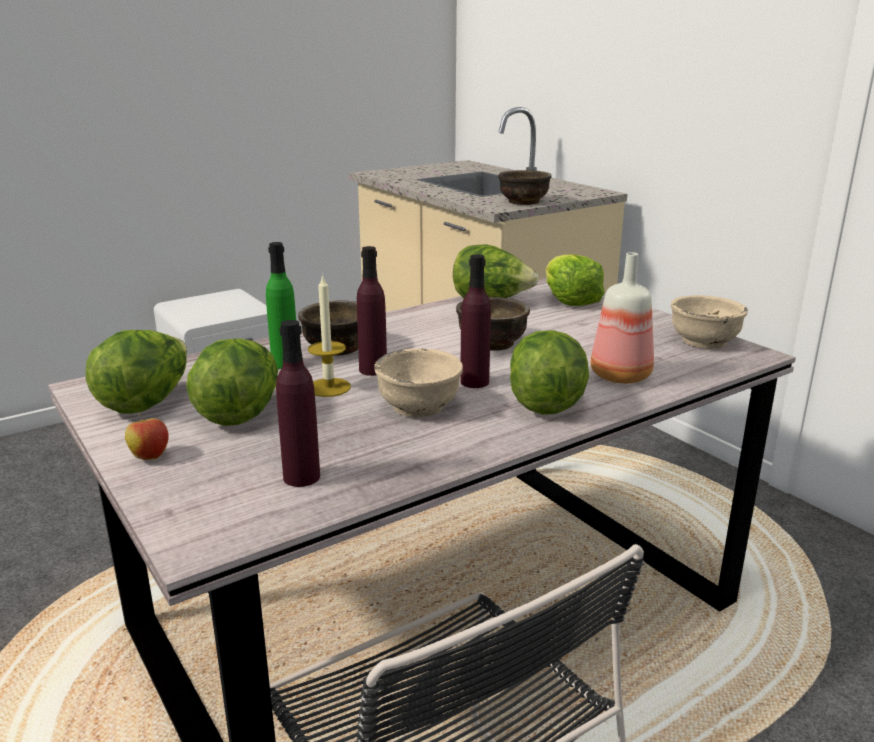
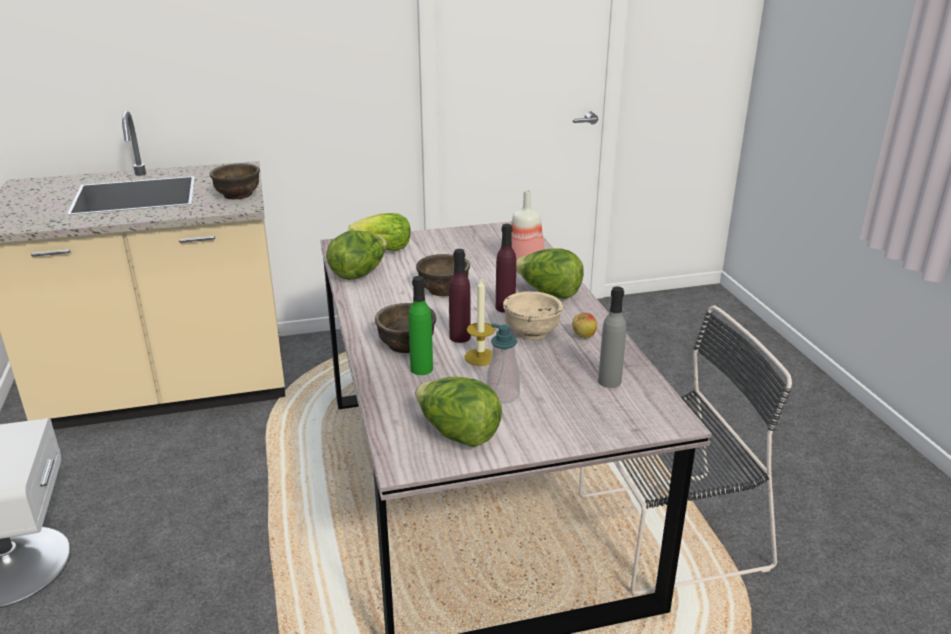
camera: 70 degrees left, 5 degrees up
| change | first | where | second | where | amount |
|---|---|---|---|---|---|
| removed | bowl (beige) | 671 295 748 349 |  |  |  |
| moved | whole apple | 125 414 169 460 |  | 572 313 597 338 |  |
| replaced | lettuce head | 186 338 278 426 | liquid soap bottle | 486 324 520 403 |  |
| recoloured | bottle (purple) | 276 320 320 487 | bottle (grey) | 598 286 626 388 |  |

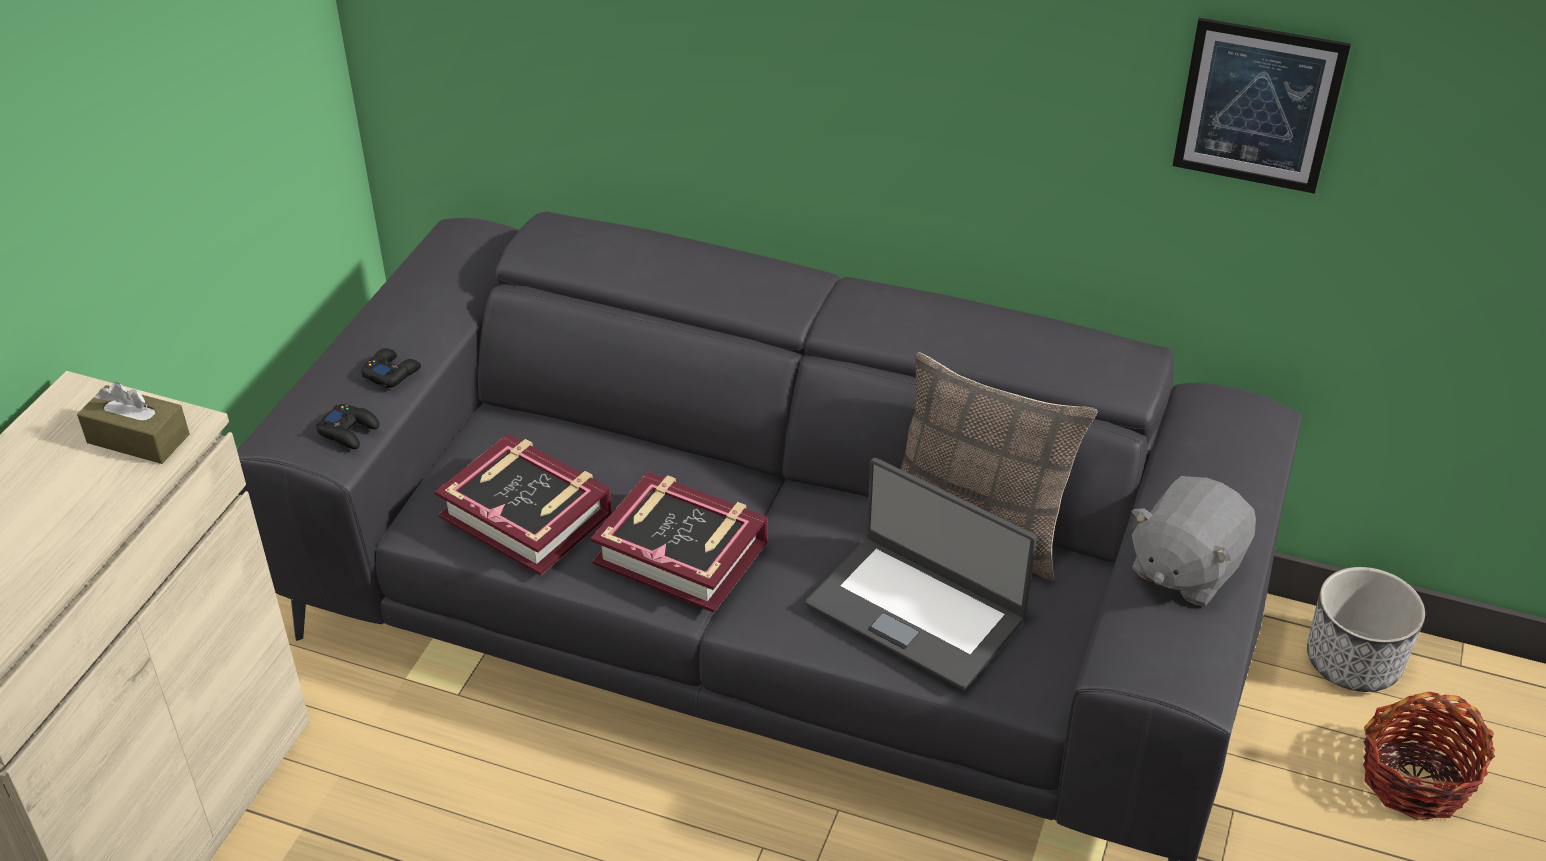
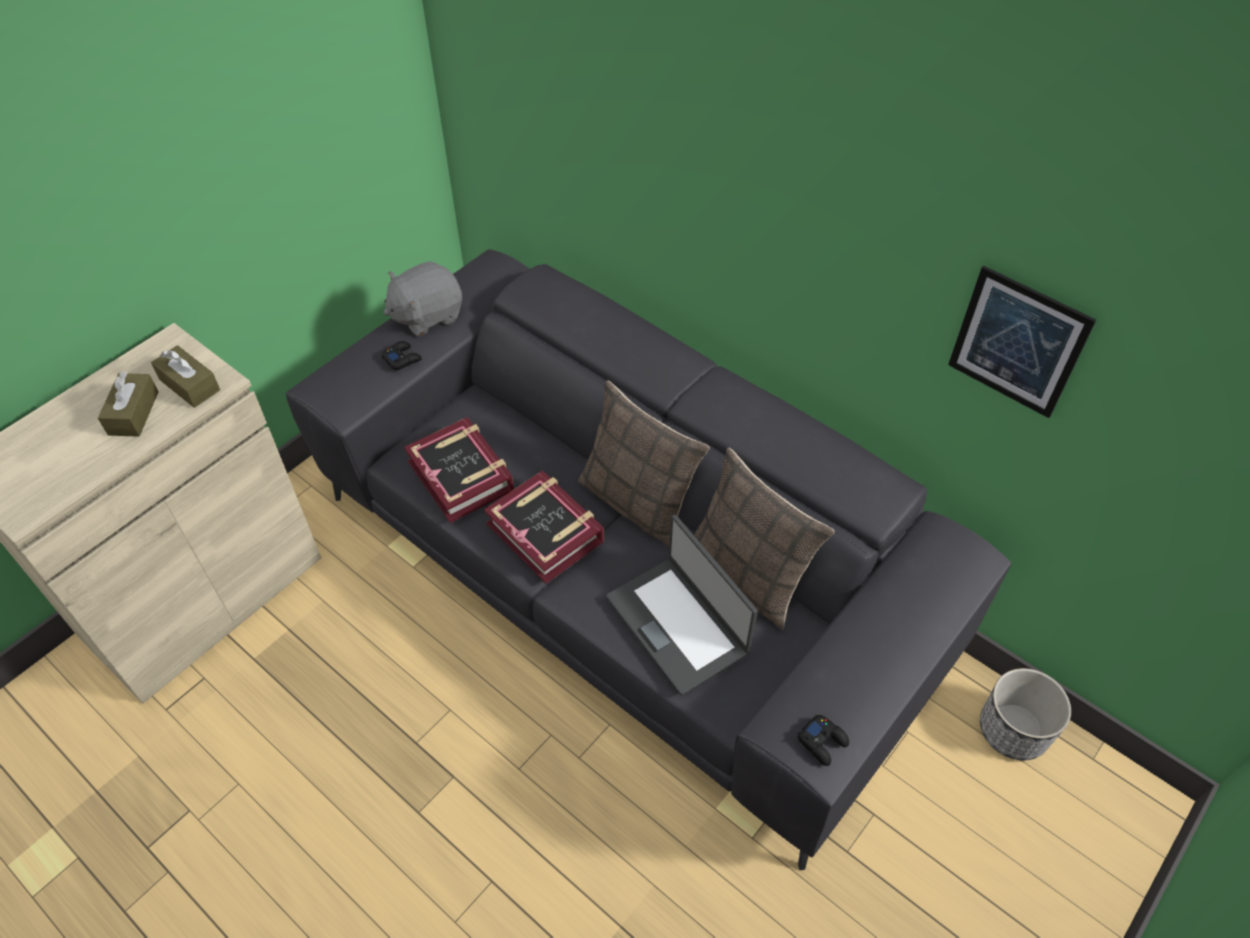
camera: 20 degrees right, 10 degrees up
| change | first | where | second | where | amount |
|---|---|---|---|---|---|
| removed | basket | 1363 692 1495 820 |  |  |  |
| added |  |  | box of tissues (brown) | 98 372 159 437 |  |
| added |  |  | cushion | 578 380 710 547 |  |
| moved | gamepad (black) | 316 404 379 449 |  | 798 714 849 766 |  |
| moved | soft toy (grey) | 1131 476 1256 606 |  | 384 261 462 336 |  |

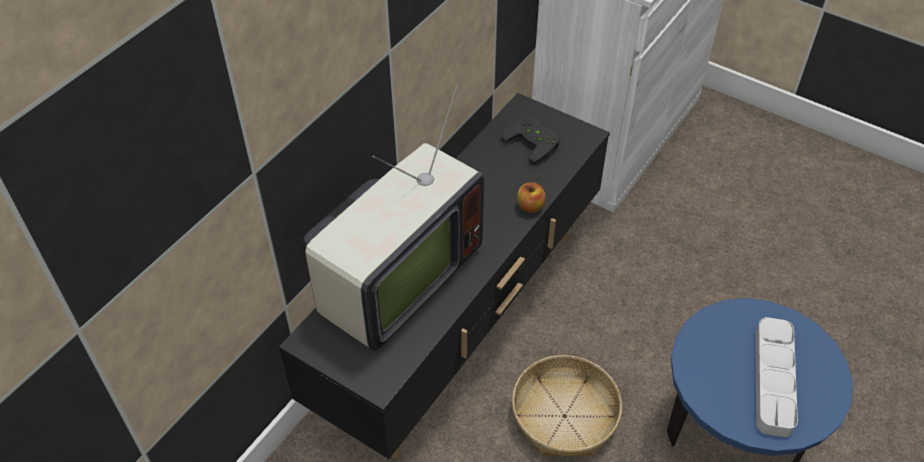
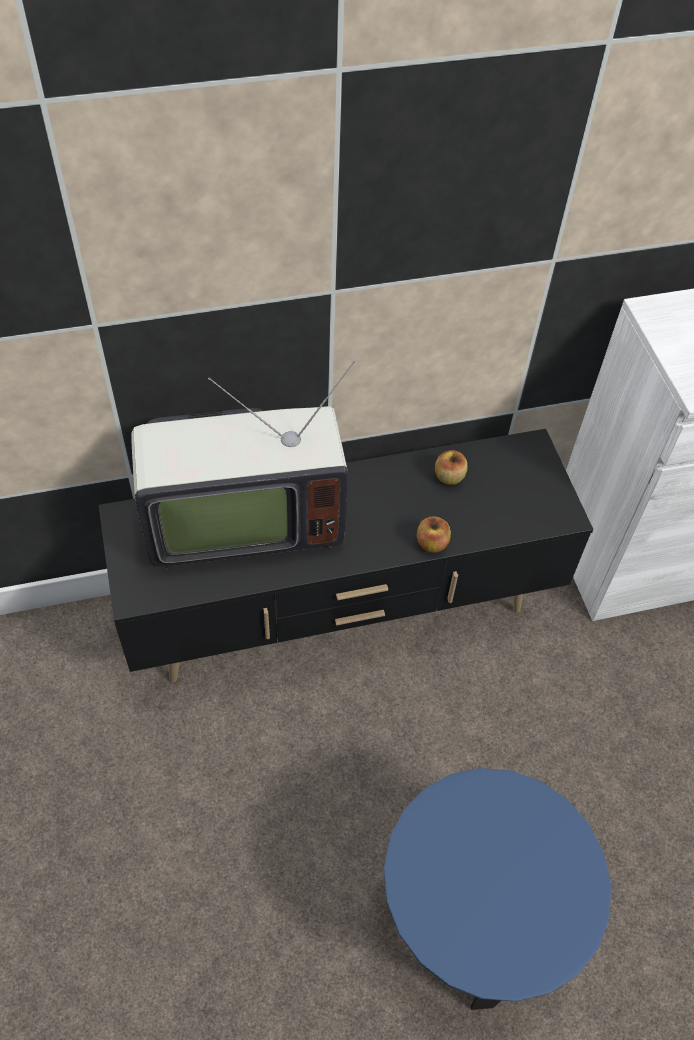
camera: 40 degrees right, 5 degrees up
| change | first | where | second | where | amount |
|---|---|---|---|---|---|
| removed | gamepad (black) | 501 117 560 164 |  |  |  |
| removed | basket | 512 355 622 456 |  |  |  |
| removed | carrying tray (grey) | 755 317 798 437 |  |  |  |
| added |  |  | whole apple | 435 450 468 485 |  |

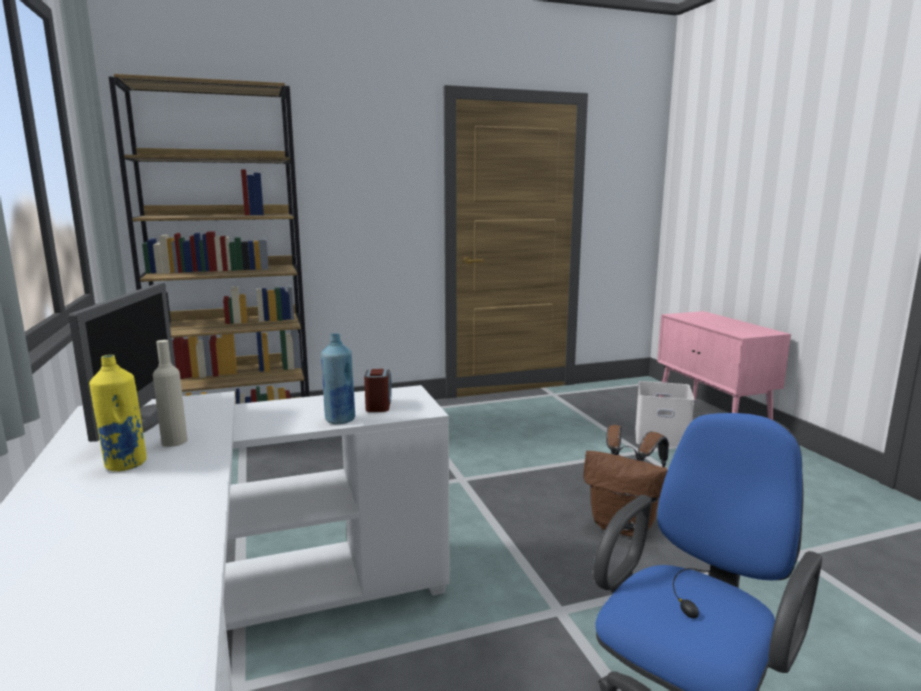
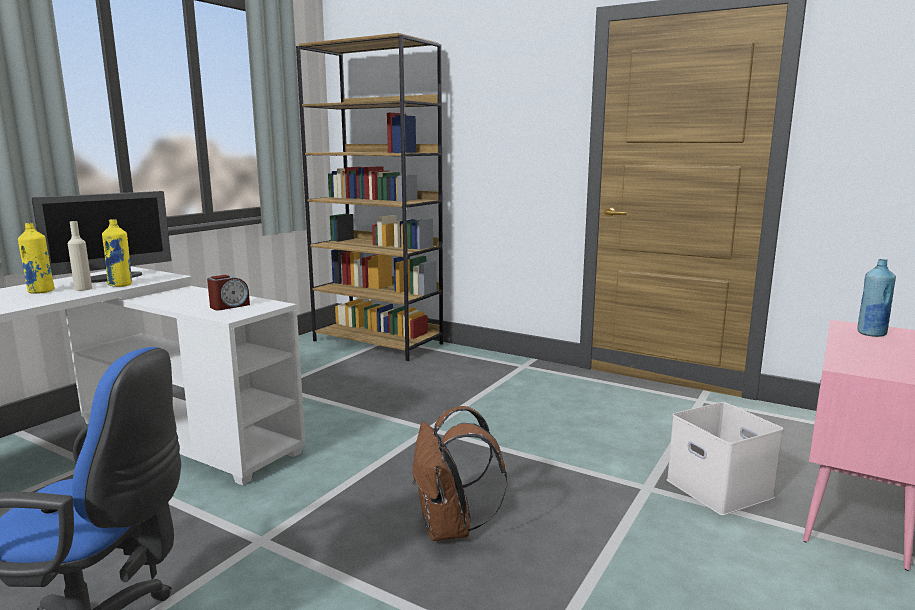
camera: 50 degrees right, 0 degrees up
| change | first | where | second | where | amount |
|---|---|---|---|---|---|
| added |  |  | bottle (yellow) | 102 219 132 287 |  |
| moved | bottle (blue-coloured) | 321 333 355 424 |  | 857 259 896 337 |  |

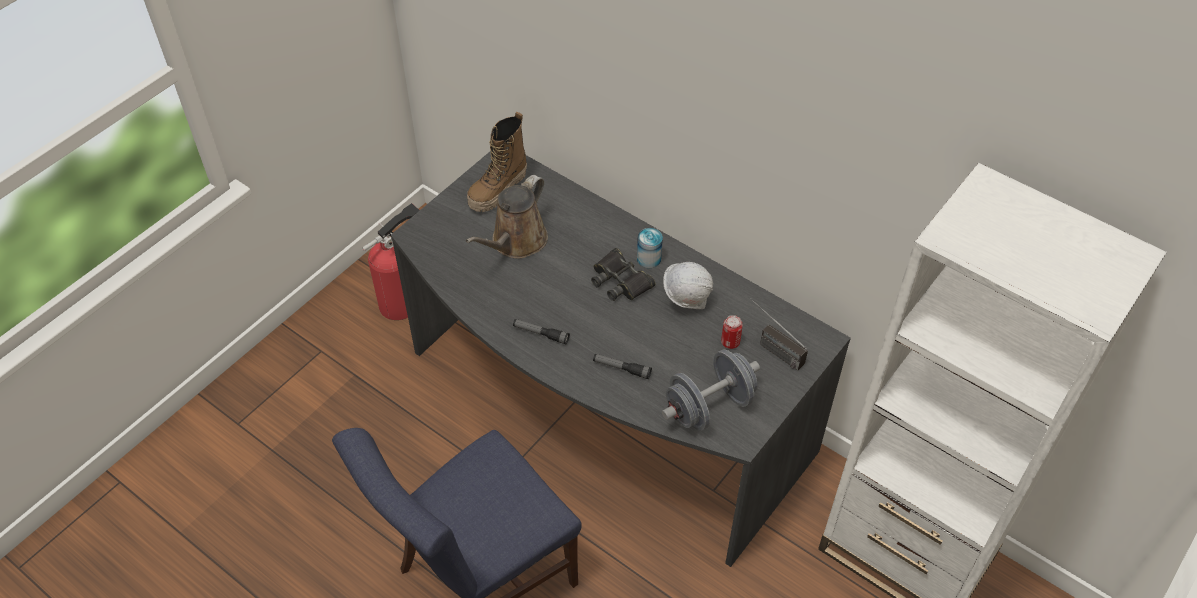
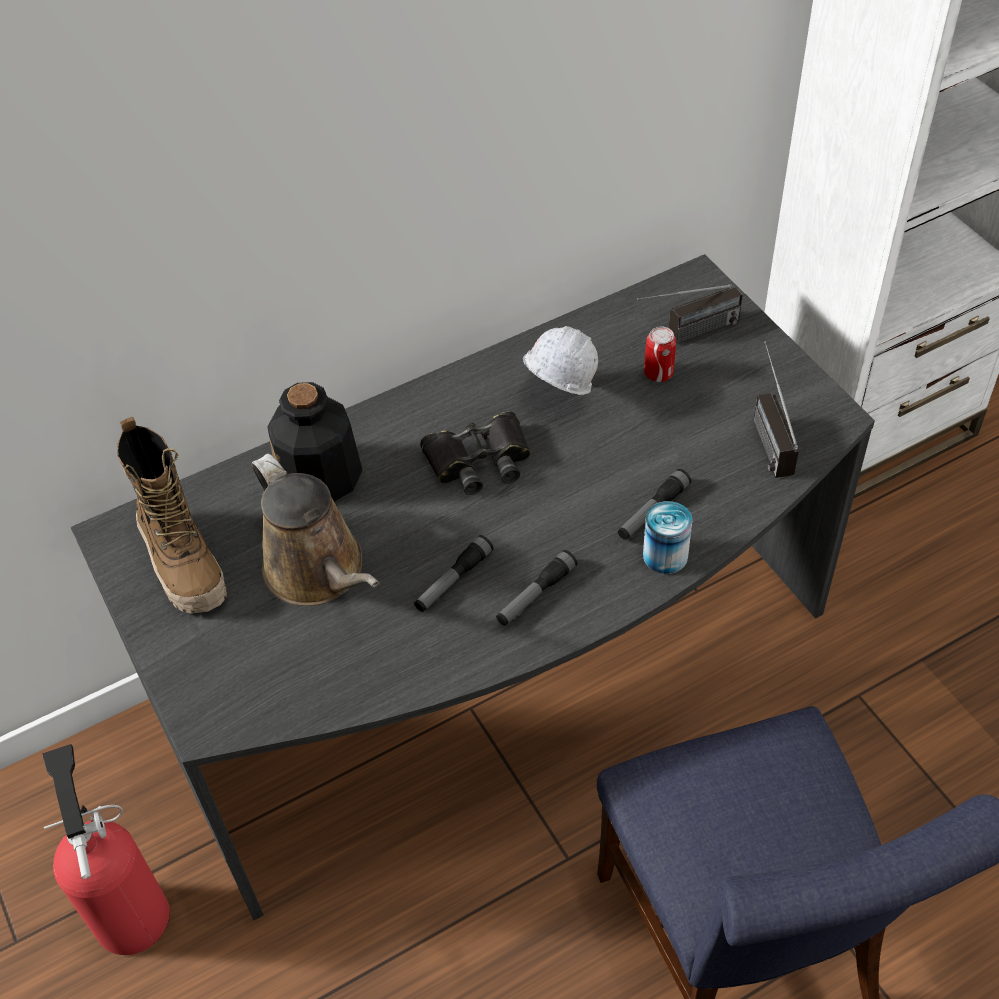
camera: 65 degrees left, 0 degrees up
| change | first | where | second | where | amount |
|---|---|---|---|---|---|
| added |  |  | bottle | 268 382 362 502 |  |
| added |  |  | torch | 414 535 493 612 |  |
| moved | can | 637 228 663 268 |  | 643 501 692 574 |  |
| replaced | hand weight (grey) | 662 349 760 431 | radio set | 753 341 799 478 |  |

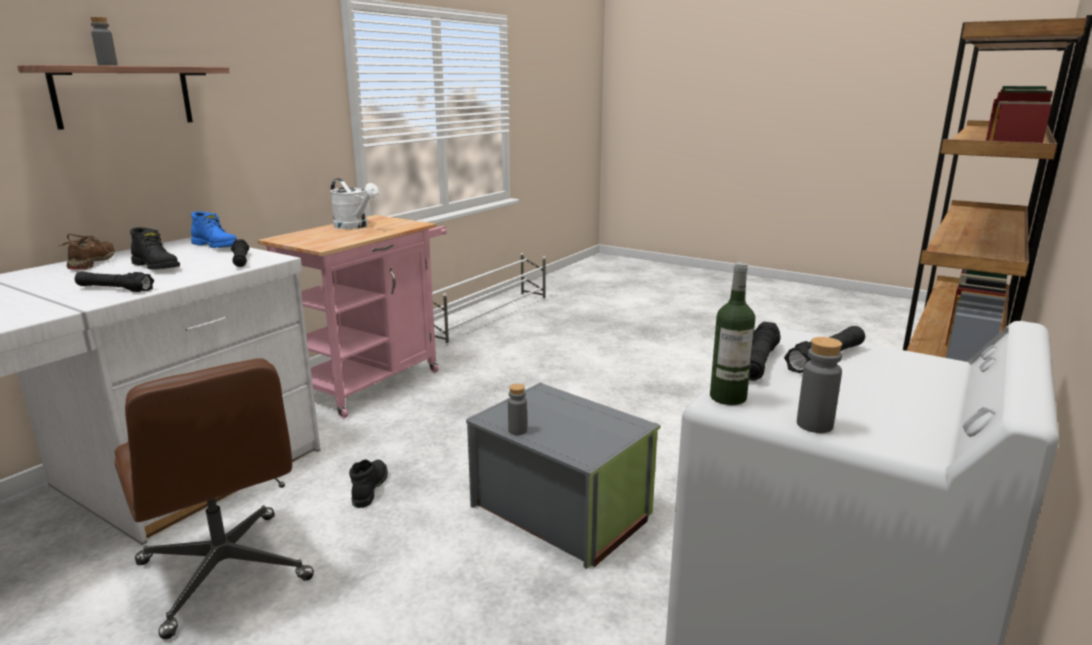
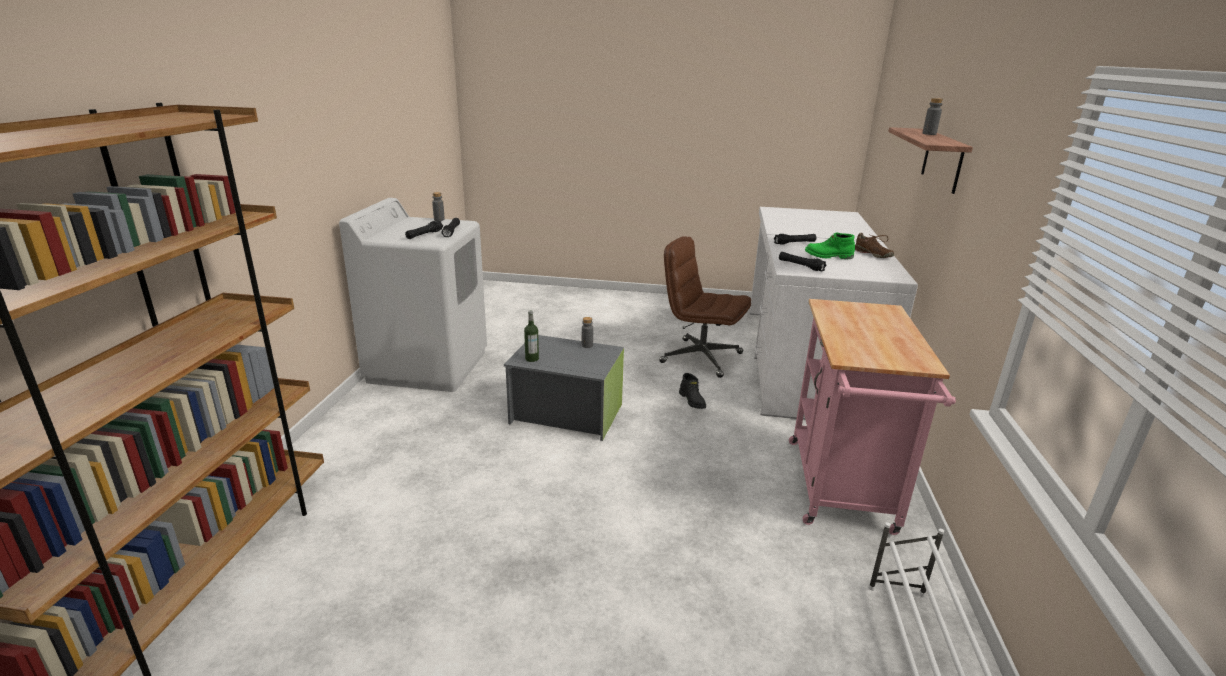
camera: 155 degrees right, 5 degrees up
| change | first | where | second | where | amount |
|---|---|---|---|---|---|
| removed | high-top boot (blue-coloured) | 191 211 237 248 |  |  |  |
| removed | sprinkling can (whitish) | 330 178 379 229 |  |  |  |
| moved | bottle | 710 263 755 405 |  | 524 311 539 362 |  |
| recoloured | high-top boot (black) | 130 227 180 269 | high-top boot (greenish) | 805 232 855 259 |  |

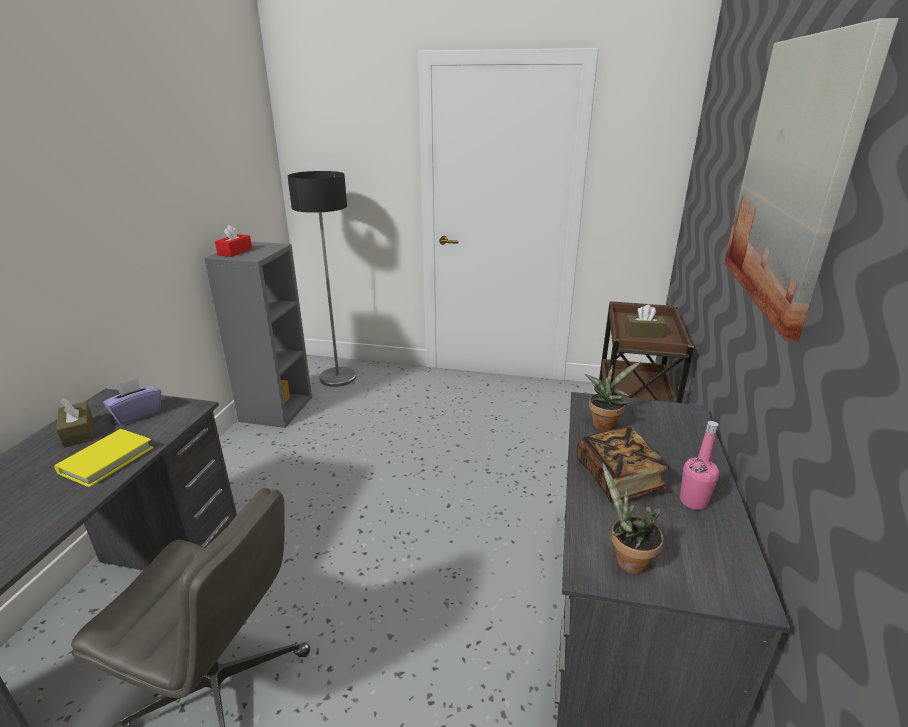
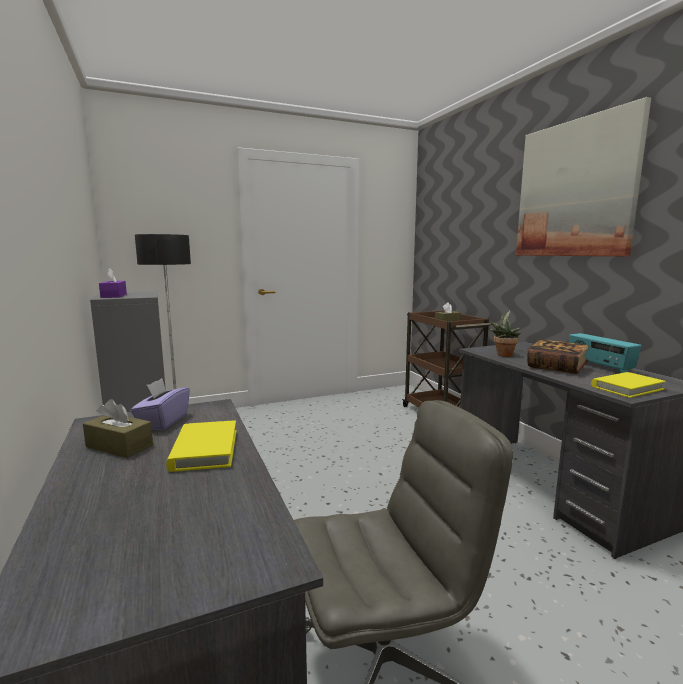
camera: 35 degrees left, 15 degrees down
| change | first | where | second | where | amount |
|---|---|---|---|---|---|
| replaced | houseplant | 603 463 664 574 | bound book (yellow) | 591 372 666 398 |  |
| replaced | bottle (pink-coloured) | 680 421 719 510 | radio set | 569 333 641 373 |  |
| recoloured | box of tissues (red) | 215 224 252 257 | box of tissues (purple) | 99 268 127 298 |  |

